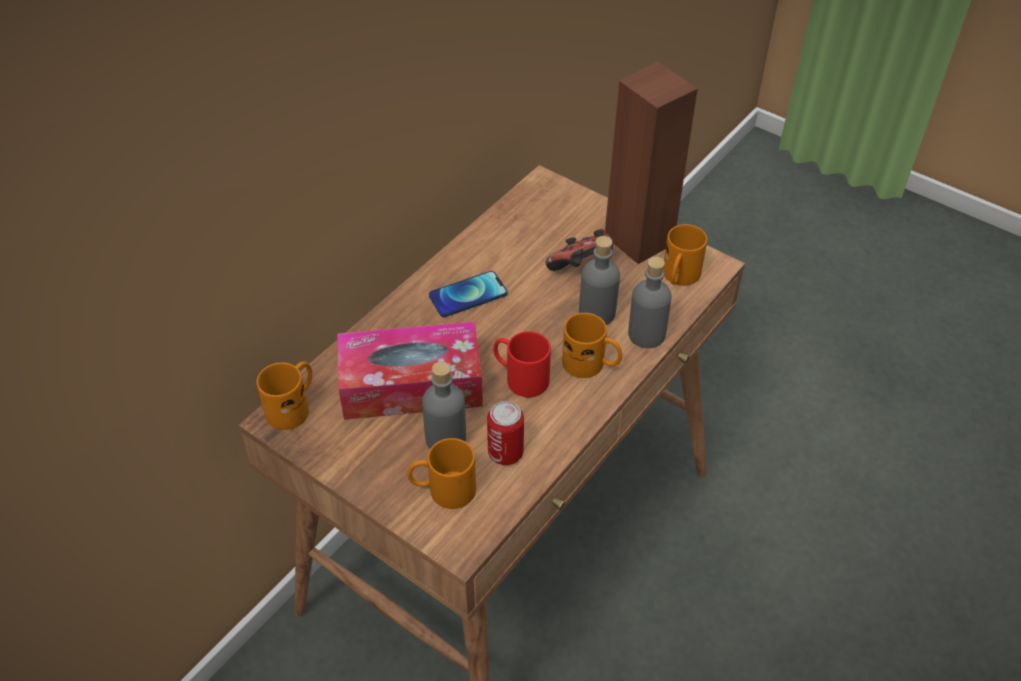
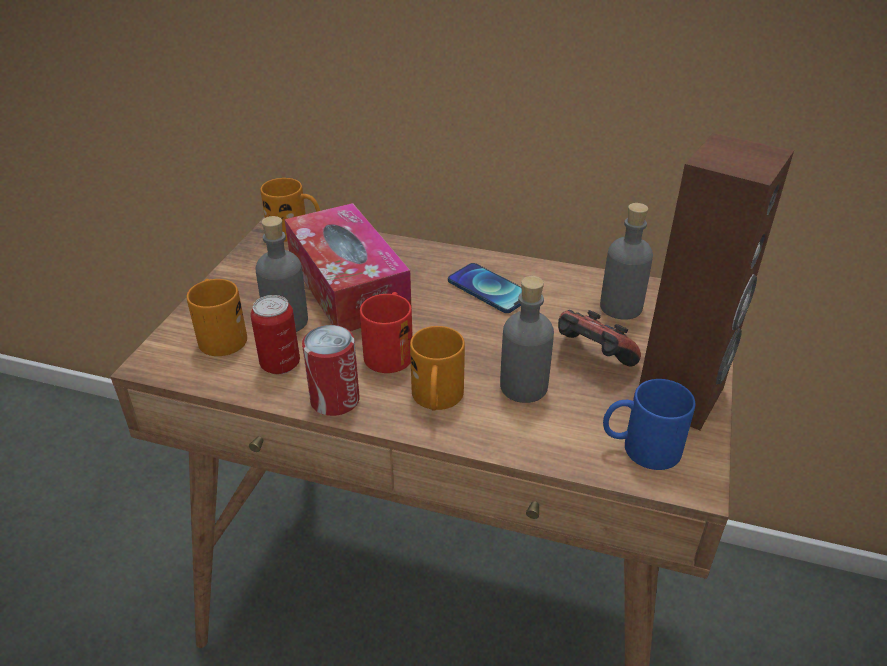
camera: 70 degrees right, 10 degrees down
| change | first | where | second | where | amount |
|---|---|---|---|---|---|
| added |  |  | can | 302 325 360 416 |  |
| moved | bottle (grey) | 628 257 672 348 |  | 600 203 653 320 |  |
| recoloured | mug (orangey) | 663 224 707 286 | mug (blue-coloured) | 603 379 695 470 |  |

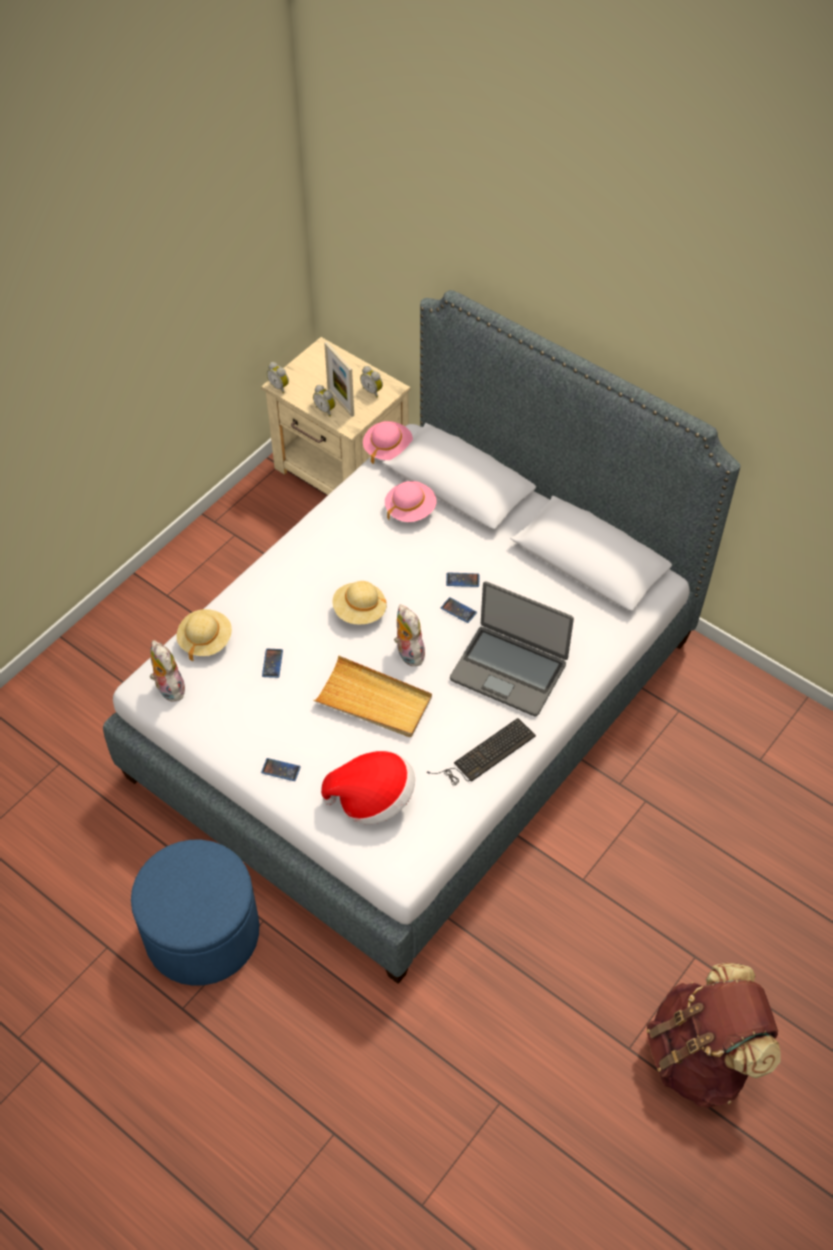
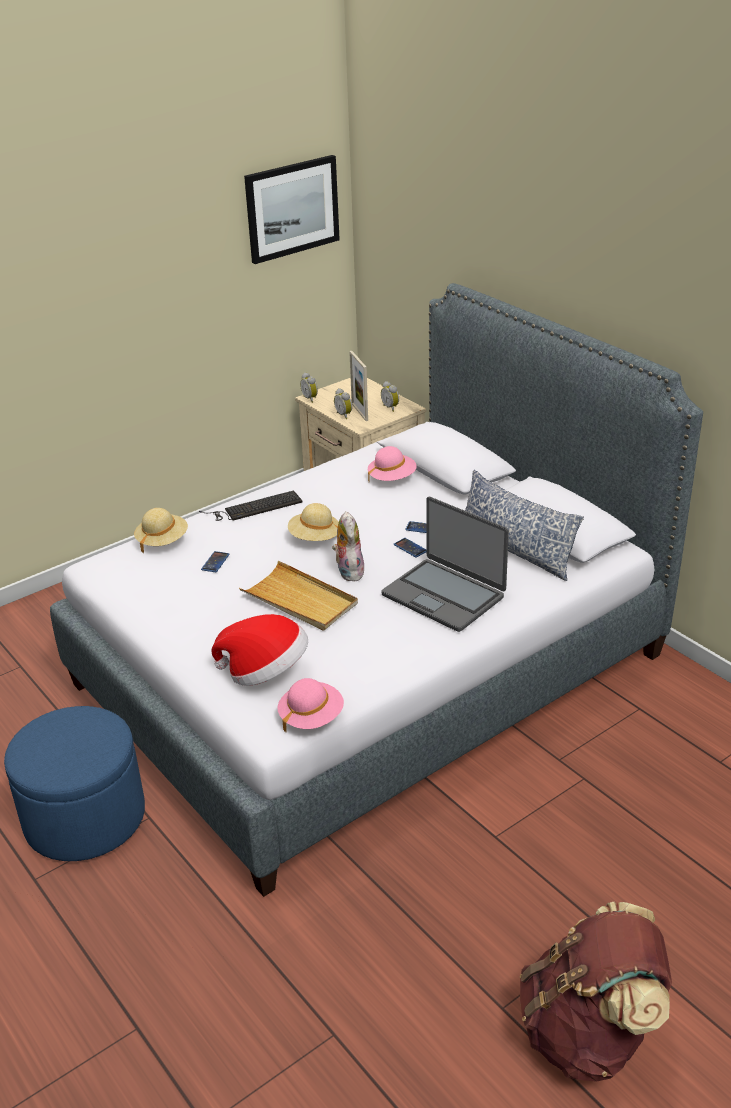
camera: 15 degrees right, 20 degrees down
| change | first | where | second | where | amount |
|---|---|---|---|---|---|
| removed | soft toy | 150 640 185 702 |  |  |  |
| removed | handset | 261 758 301 781 |  |  |  |
| added |  |  | wall picture | 244 155 340 264 |  |
| added |  |  | cushion | 465 470 584 581 |  |
| moved | wearable hat (pink-coloured) | 363 421 413 464 |  | 277 678 344 733 |  |
| moved | keyboard | 427 718 536 785 |  | 199 491 303 521 |  |

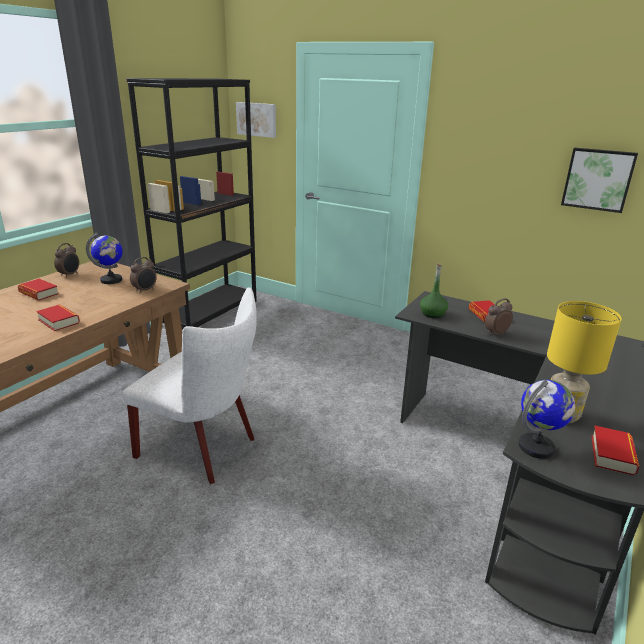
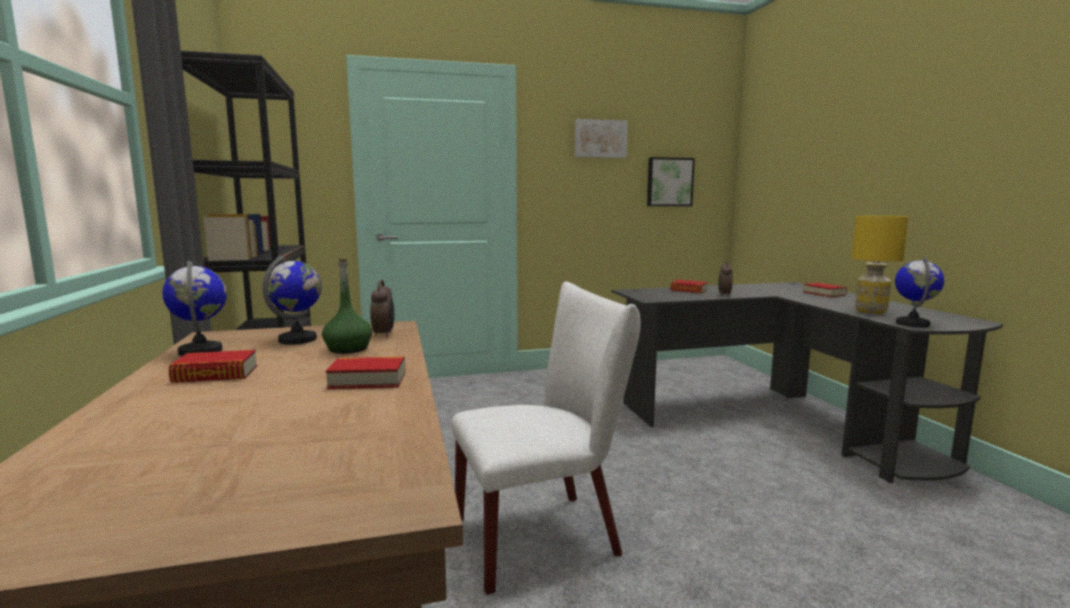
camera: 45 degrees left, 15 degrees down
| change | first | where | second | where | amount |
|---|---|---|---|---|---|
| moved | wall picture | 236 102 276 138 |  | 575 119 628 158 |  |
| moved | bottle (greenish) | 420 263 448 318 |  | 322 258 372 354 |  |
| moved | bound book | 591 426 639 475 |  | 803 283 847 297 |  |
| replaced | bedside clock | 54 243 79 278 | desk globe | 162 260 227 356 |  |

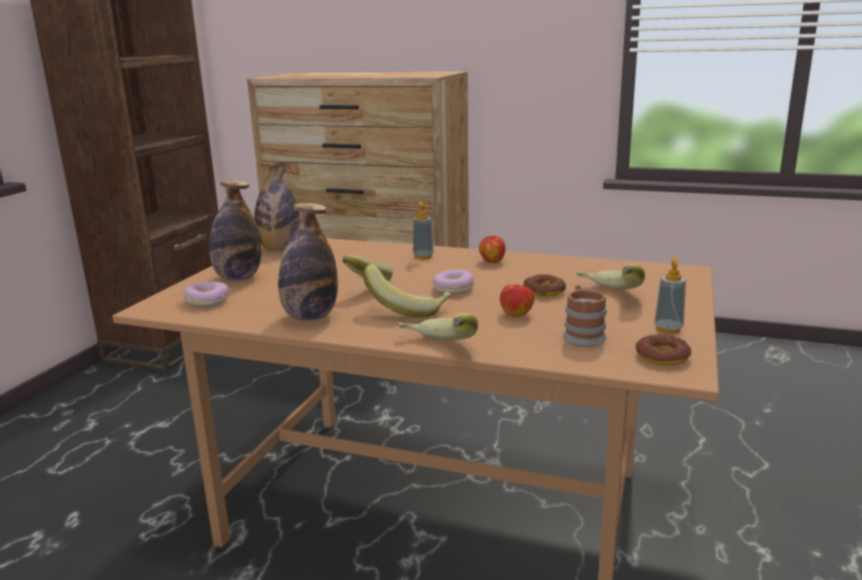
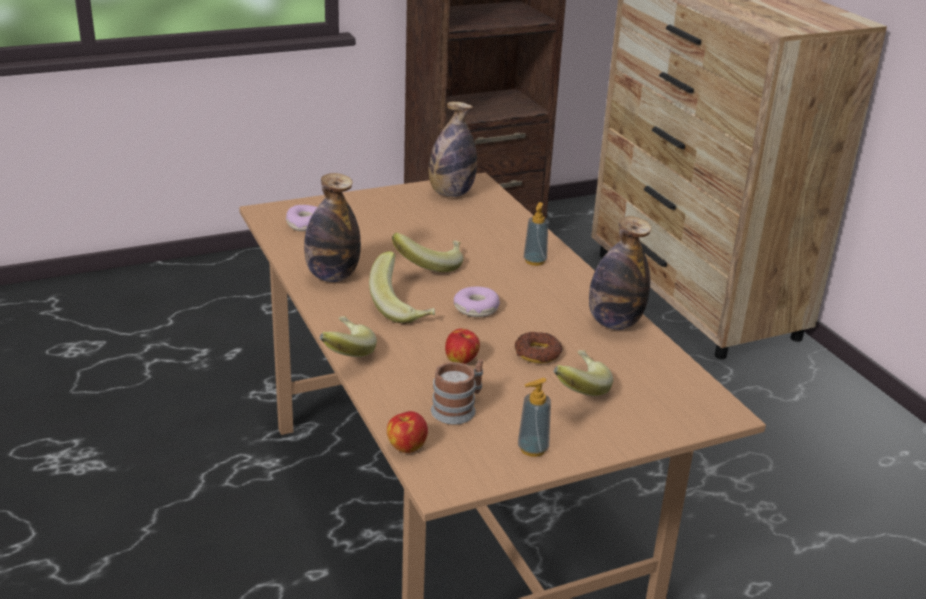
camera: 45 degrees right, 10 degrees up
| change | first | where | second | where | amount |
|---|---|---|---|---|---|
| removed | donut | 635 334 691 365 |  |  |  |
| moved | bottle | 209 180 261 281 |  | 589 216 651 330 |  |
| moved | whole apple | 479 236 506 263 |  | 387 411 428 453 |  |

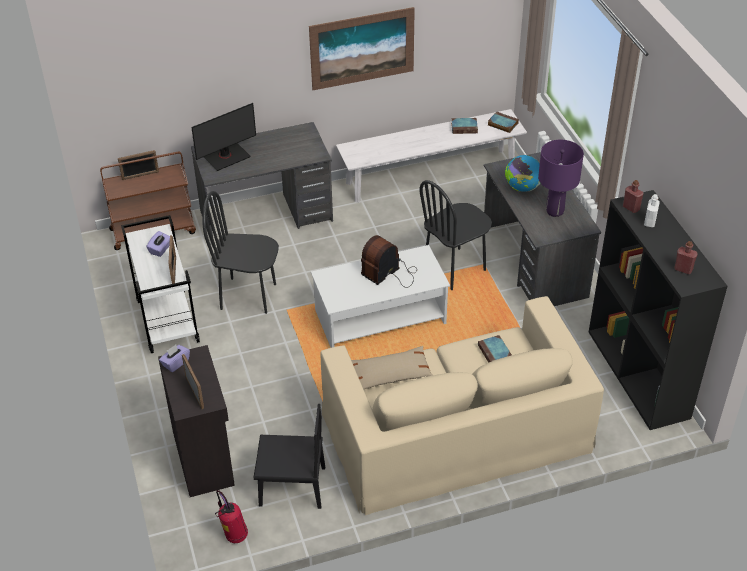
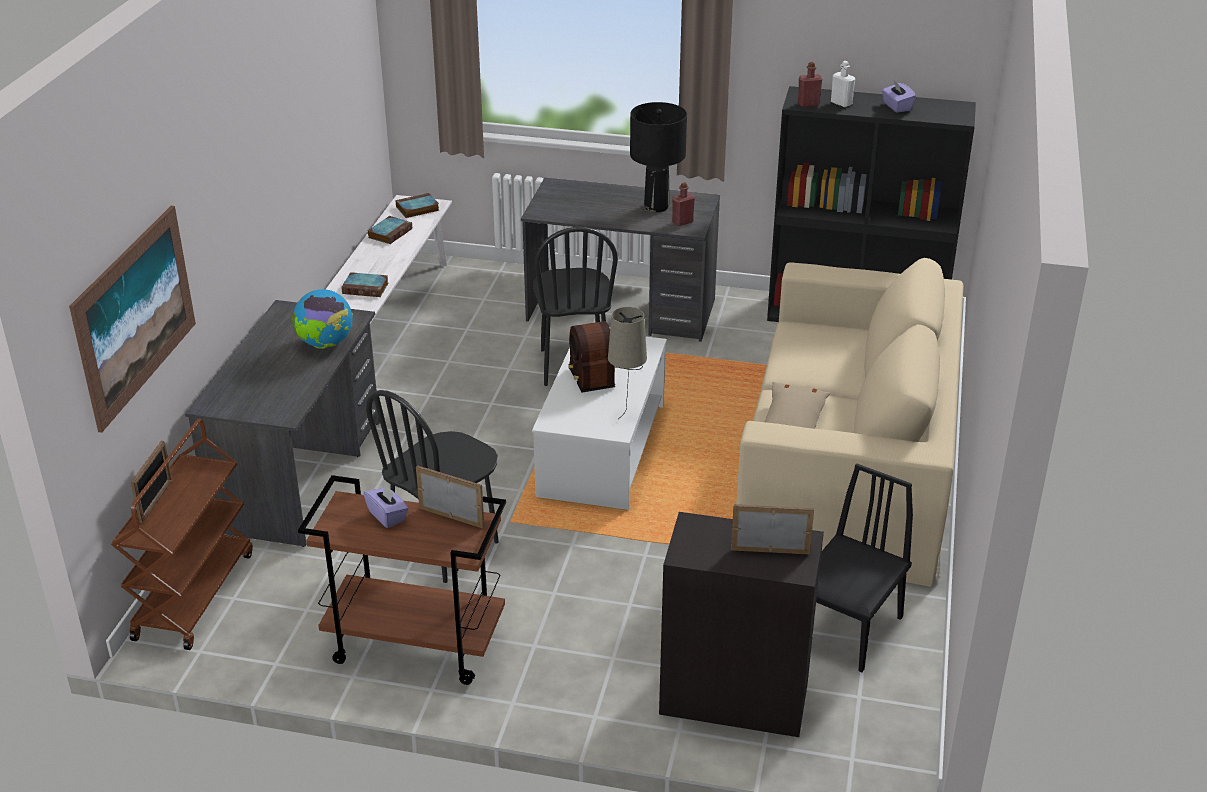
camera: 60 degrees left, 10 degrees down
| change | first | where | second | where | amount |
|---|---|---|---|---|---|
| removed | computer screen | 191 103 256 171 |  |  |  |
| removed | fire extinguisher | 215 490 248 543 |  |  |  |
| added |  |  | lamp for a table (beige) | 608 307 647 412 |  |
| moved | box of tissues (purple) | 159 345 190 372 |  | 882 81 916 113 |  |
| moved | wall picture | 309 7 415 90 |  | 69 206 196 433 |  |
| moved | bound book | 478 335 512 363 |  | 341 272 388 297 |  |
| moved | desk globe | 505 155 540 192 |  | 292 289 353 349 |  |
| moved | bottle (red) | 674 241 698 274 |  | 672 182 695 226 |  |
| recoloured | wheeled cart (whitish) | 121 215 200 353 | wheeled cart (brown) | 298 475 506 685 |  |
| recoloured | lamp for a table (purple) | 538 140 584 217 | lamp for a table (black) | 630 102 687 212 |  |

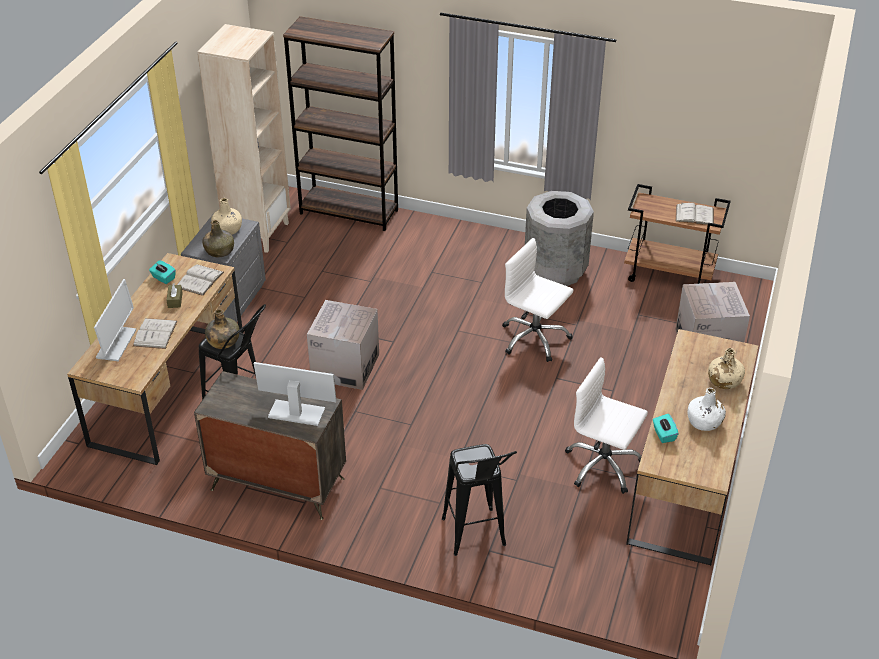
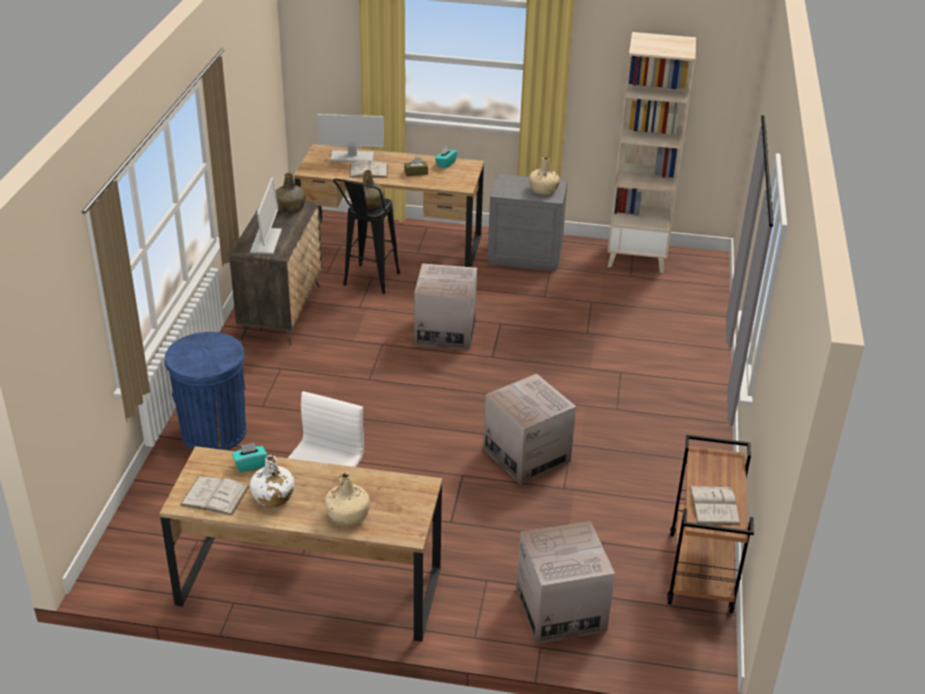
camera: 80 degrees right, 5 degrees down
| change | first | where | second | where | amount |
|---|---|---|---|---|---|
| removed | bookcase (brown) | 283 16 398 231 |  |  |  |
| removed | rubbish bin (grey) | 525 191 594 286 |  |  |  |
| moved | bound book (whitish) | 177 264 224 296 |  | 180 476 249 516 |  |
| moved | bottle (greenish) | 202 220 234 257 |  | 276 172 306 213 |  |
| replaced | stool (black) | 442 444 517 556 | rubbish bin (blue-coloured) | 165 332 247 450 |  |
| replaced | desk chair (whitish) | 502 238 573 362 | carton | 483 374 576 485 |  |

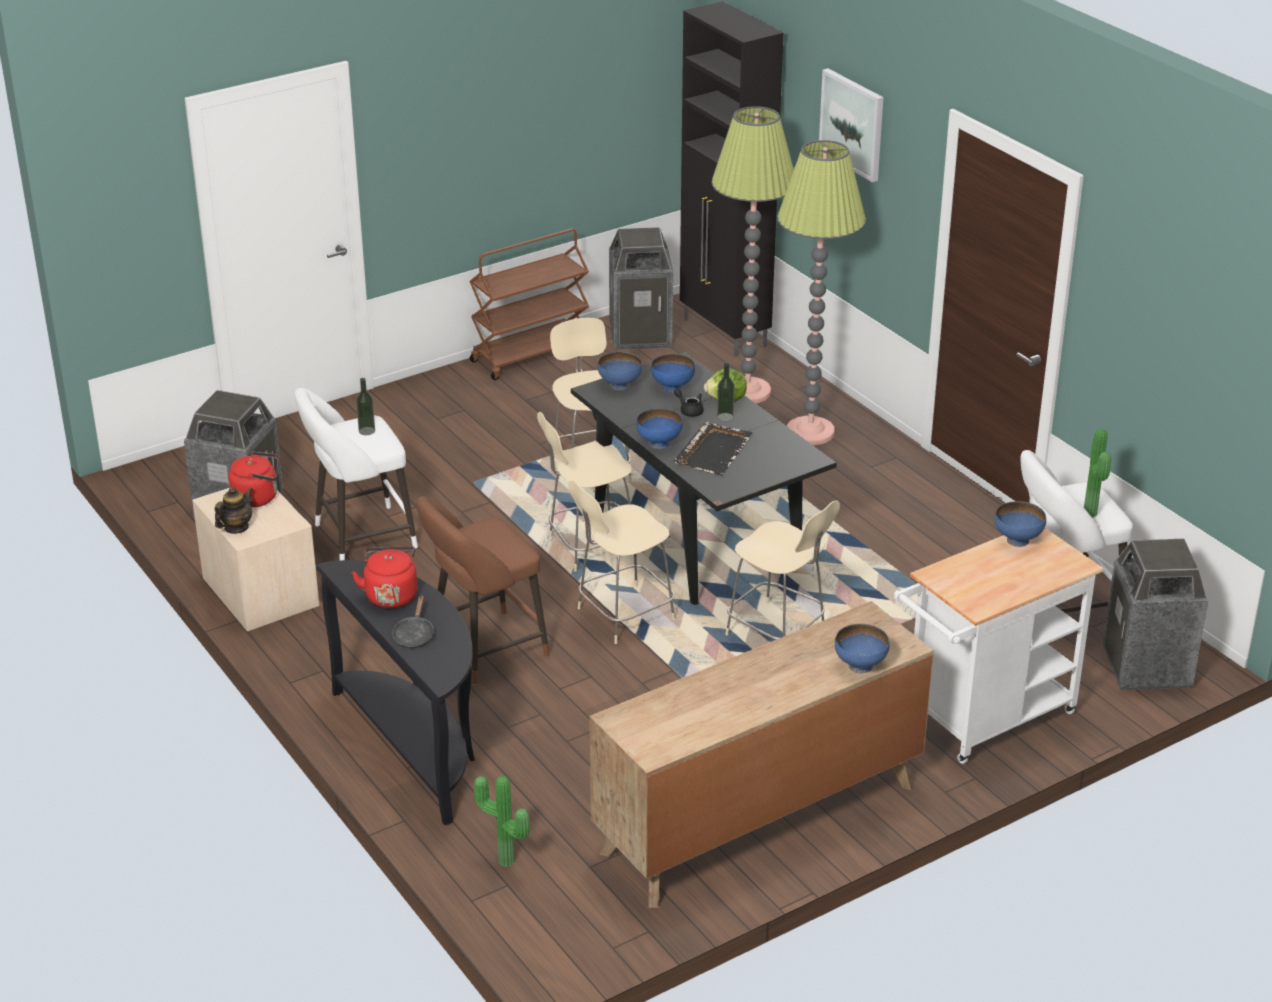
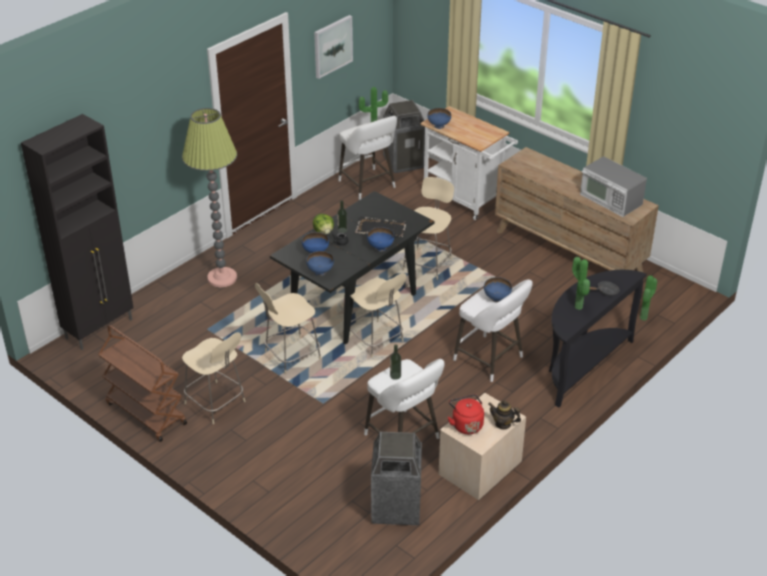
camera: 105 degrees left, 5 degrees up
| change | first | where | second | where | amount |
|---|---|---|---|---|---|
| removed | rubbish bin | 609 227 673 350 |  |  |  |
| removed | floor lamp | 712 106 794 404 |  |  |  |
| added |  |  | kitchen microwave | 580 156 647 217 |  |
| moved | upright chair (beige) | 568 480 675 644 |  | 182 332 246 424 |  |
| moved | wall picture | 819 68 883 182 |  | 314 15 353 79 |  |
| moved | bowl (blue-coloured) | 835 624 890 674 |  | 484 277 512 303 |  |
| replaced | tea kettle (red) | 352 546 417 608 | houseplant | 572 257 590 310 |  |
| recoloured | stool (brown) | 416 496 550 685 | stool (whitish) | 453 279 533 382 |  |

